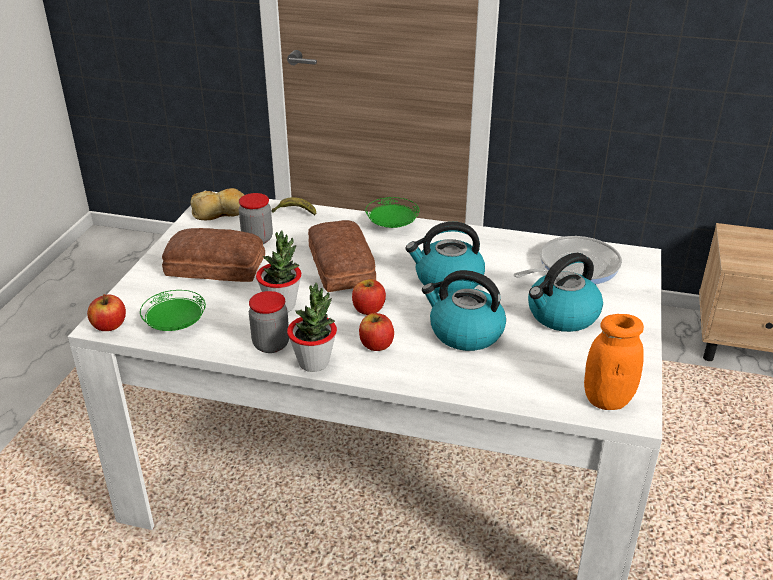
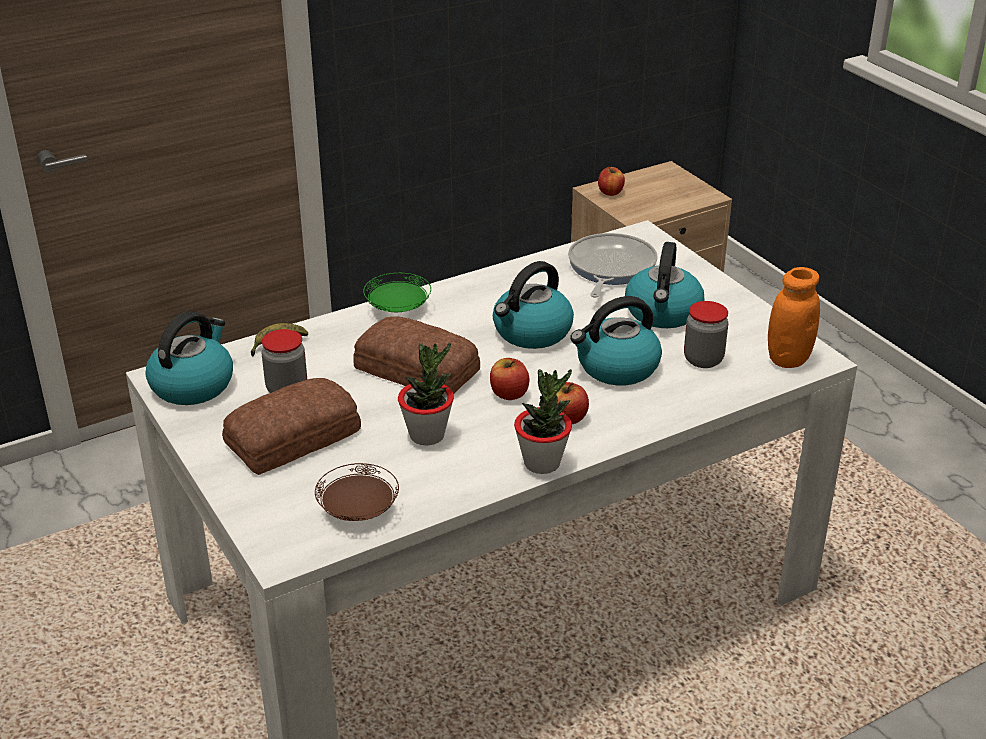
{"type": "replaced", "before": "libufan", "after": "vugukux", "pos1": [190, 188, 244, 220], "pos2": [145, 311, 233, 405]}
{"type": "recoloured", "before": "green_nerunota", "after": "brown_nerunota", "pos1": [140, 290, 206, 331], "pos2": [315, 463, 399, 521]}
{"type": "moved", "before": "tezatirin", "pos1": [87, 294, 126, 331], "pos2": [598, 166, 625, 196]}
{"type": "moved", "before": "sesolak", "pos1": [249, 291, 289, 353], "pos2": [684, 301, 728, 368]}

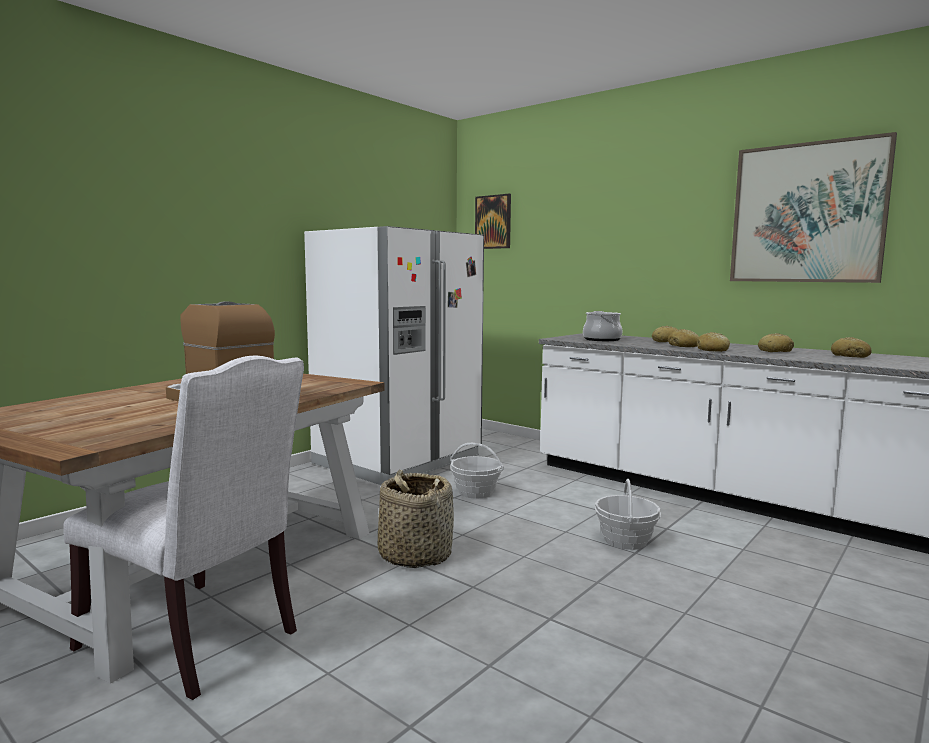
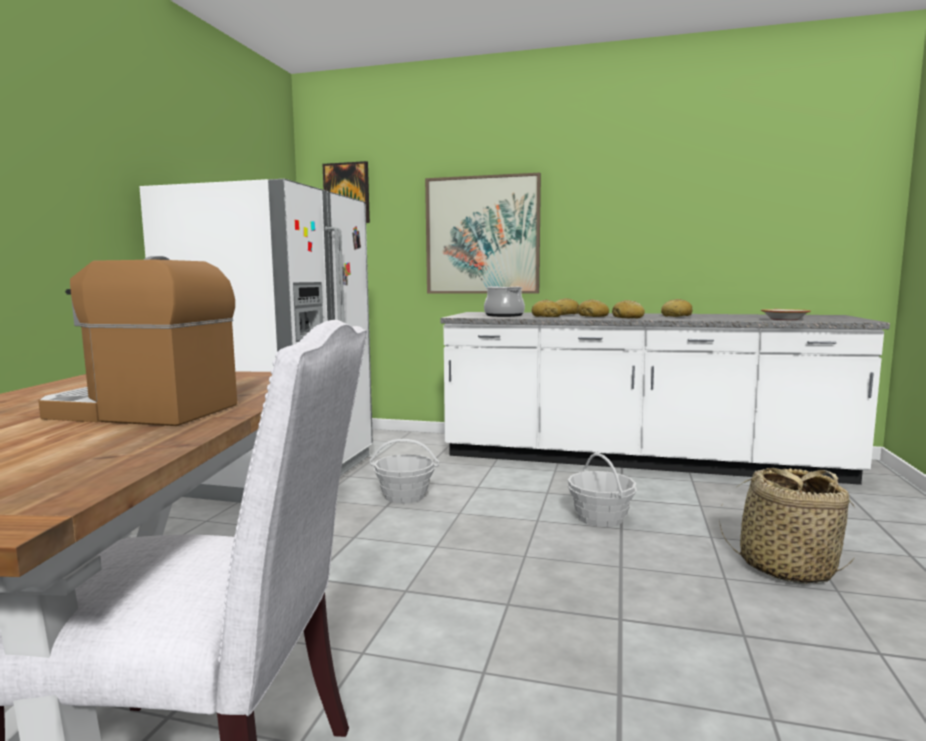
{"type": "moved", "before": "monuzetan", "pos1": [730, 132, 897, 283], "pos2": [425, 173, 541, 294]}
{"type": "moved", "before": "libufan", "pos1": [831, 337, 871, 358], "pos2": [532, 300, 562, 317]}
{"type": "moved", "before": "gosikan", "pos1": [378, 470, 454, 568], "pos2": [719, 468, 856, 584]}
{"type": "added", "after": "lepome", "pos2": [761, 309, 811, 320]}

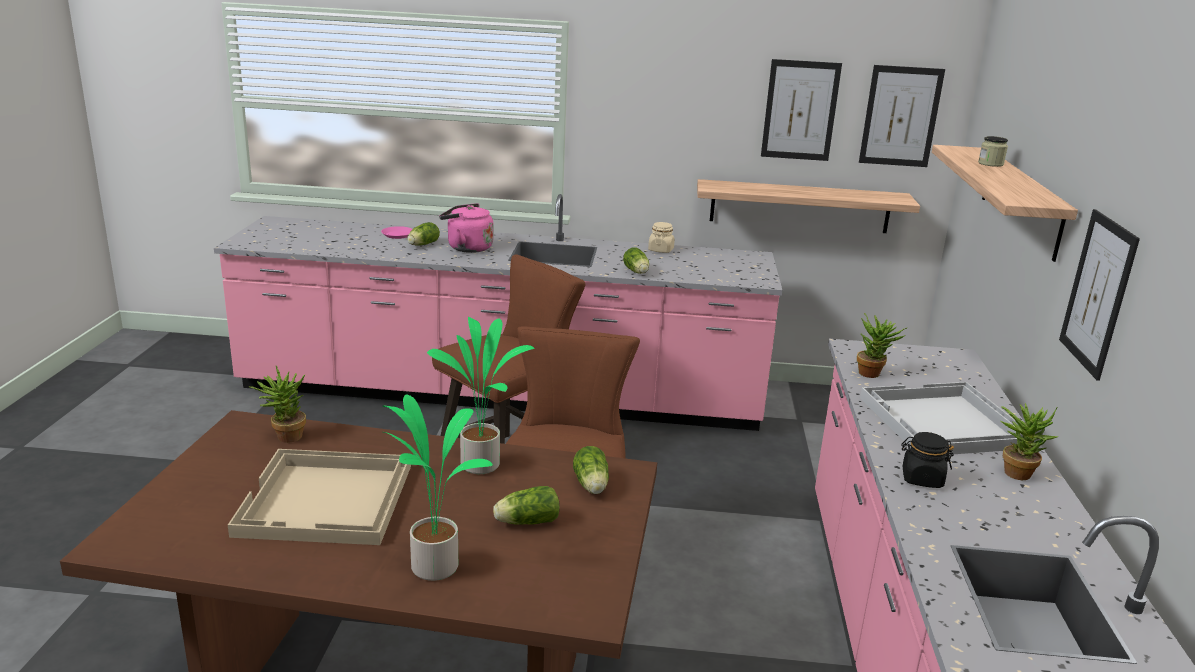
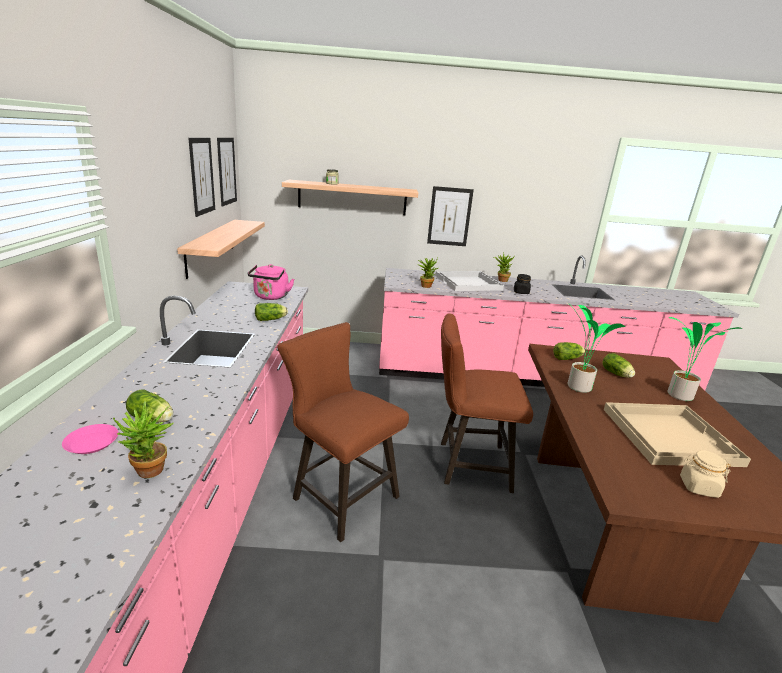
{"type": "moved", "before": "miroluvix", "pos1": [249, 366, 306, 443], "pos2": [113, 401, 174, 478]}
{"type": "moved", "before": "pink_vugukux", "pos1": [439, 203, 494, 253], "pos2": [248, 264, 294, 300]}
{"type": "moved", "before": "beige_sesolak", "pos1": [648, 222, 675, 253], "pos2": [680, 450, 731, 498]}

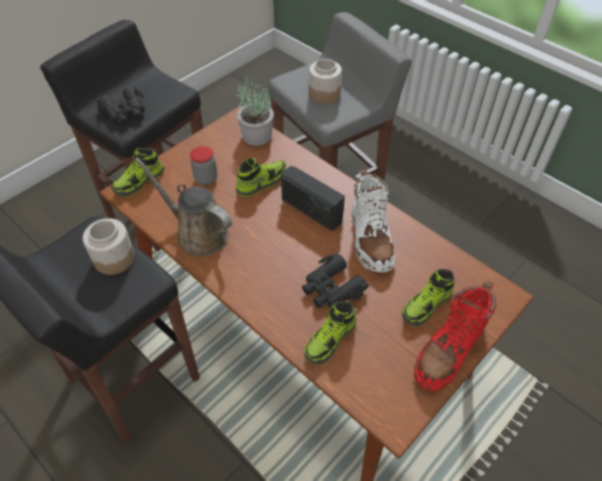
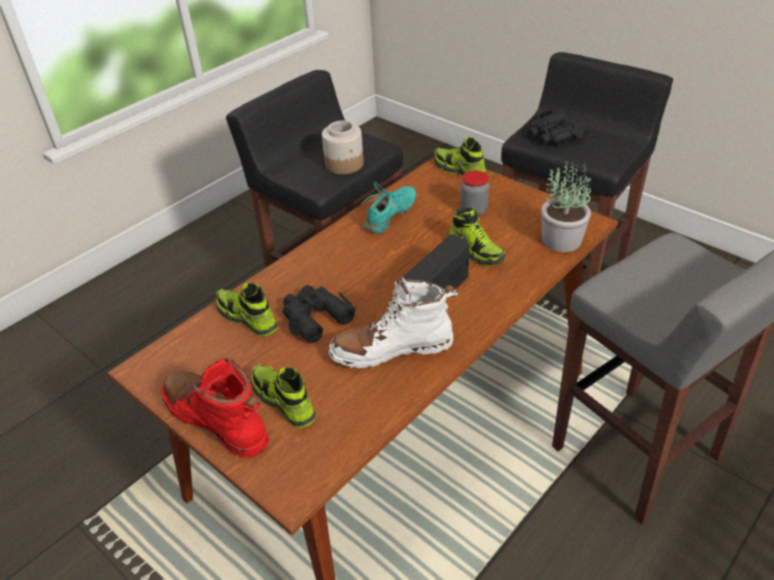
{"type": "replaced", "before": "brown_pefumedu", "after": "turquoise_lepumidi", "pos1": [135, 157, 232, 256], "pos2": [361, 182, 417, 234]}
{"type": "removed", "before": "sesolak", "pos1": [309, 59, 342, 104]}

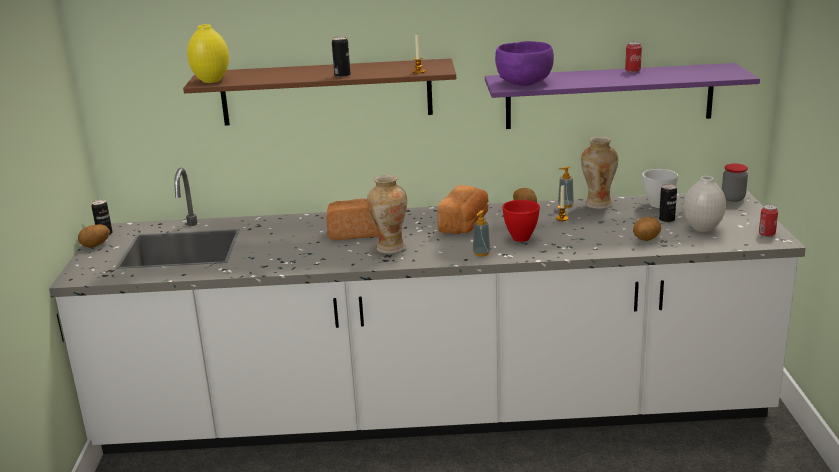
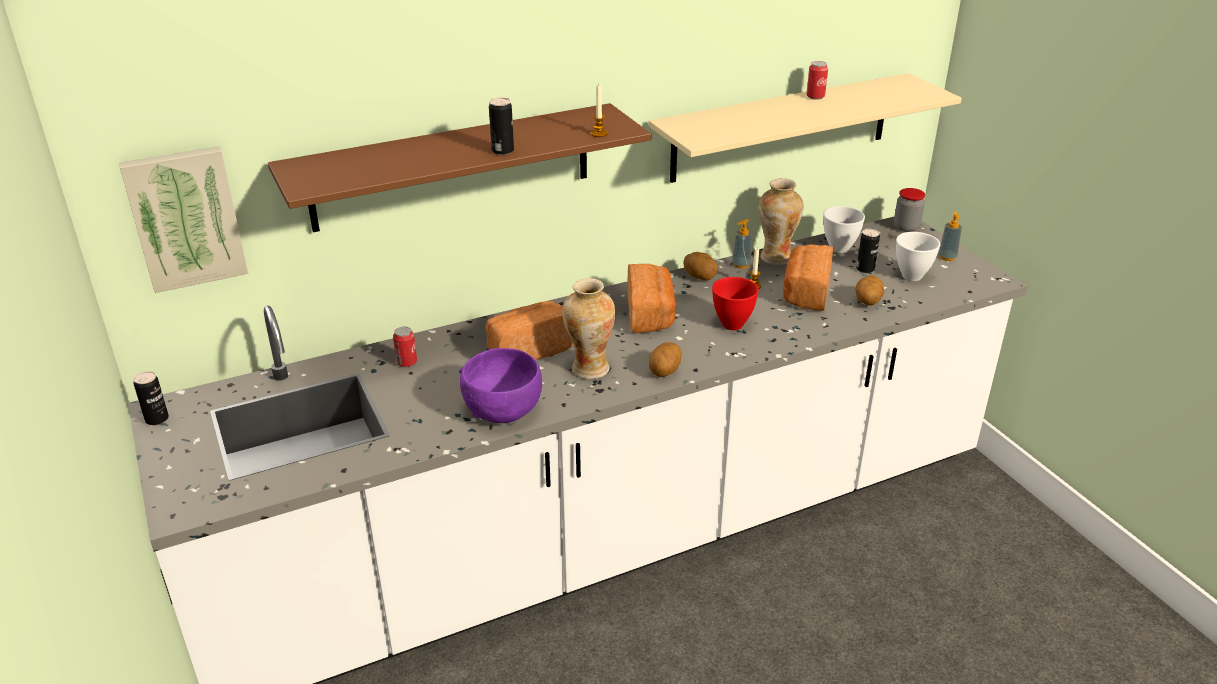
{"type": "added", "after": "monuzetan", "pos2": [119, 146, 248, 293]}
{"type": "moved", "before": "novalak", "pos1": [759, 204, 778, 237], "pos2": [393, 327, 417, 367]}
{"type": "moved", "before": "purple_lepome", "pos1": [495, 41, 554, 86], "pos2": [459, 348, 542, 423]}
{"type": "recoloured", "before": "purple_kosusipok", "after": "beige_kosusipok", "pos1": [485, 63, 760, 129], "pos2": [648, 73, 962, 183]}
{"type": "moved", "before": "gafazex", "pos1": [78, 224, 110, 248], "pos2": [649, 342, 682, 377]}
{"type": "added", "after": "libufan", "pos2": [783, 244, 833, 311]}
{"type": "replaced", "before": "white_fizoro", "after": "white_lepome", "pos1": [684, 176, 726, 232], "pos2": [896, 232, 940, 281]}
{"type": "moved", "before": "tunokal", "pos1": [473, 210, 490, 257], "pos2": [938, 212, 962, 261]}
{"type": "removed", "before": "yellow_fizoro", "pos1": [187, 24, 229, 83]}

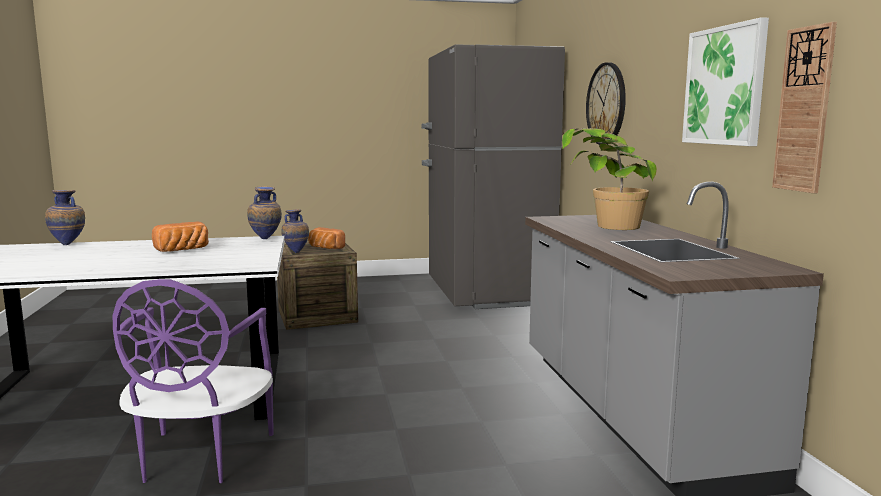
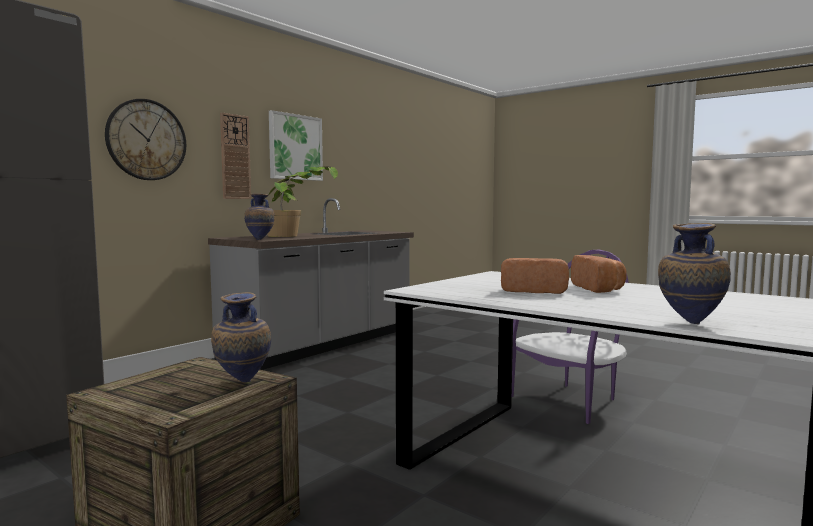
{"type": "moved", "before": "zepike", "pos1": [772, 22, 837, 193], "pos2": [220, 112, 251, 199]}
{"type": "moved", "before": "fizoro", "pos1": [247, 186, 282, 239], "pos2": [244, 193, 274, 240]}
{"type": "moved", "before": "libufan", "pos1": [308, 227, 345, 249], "pos2": [571, 255, 627, 293]}

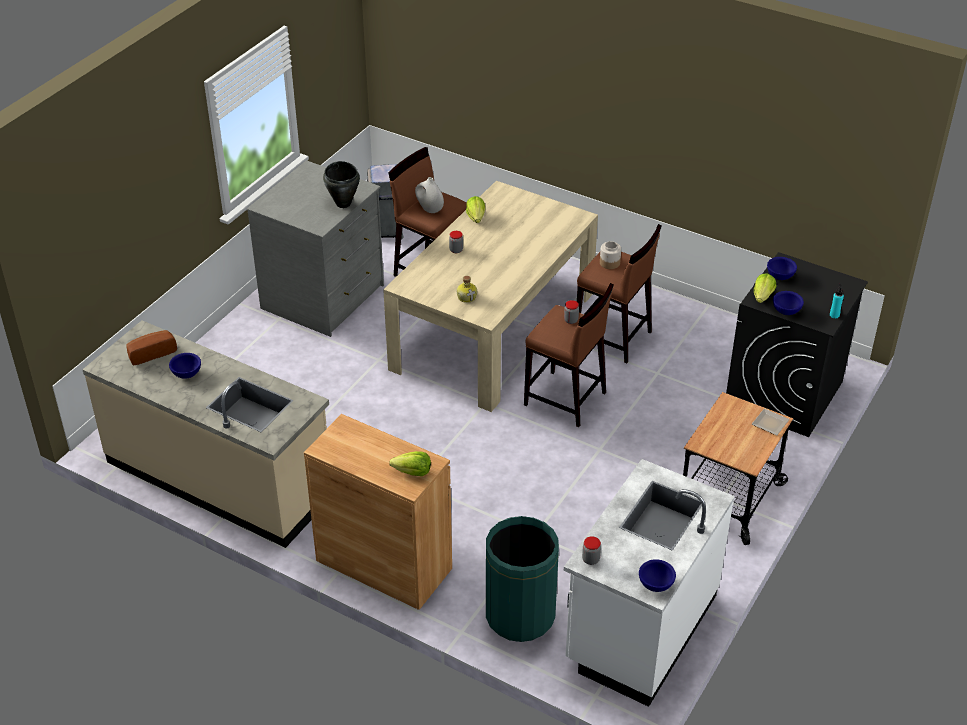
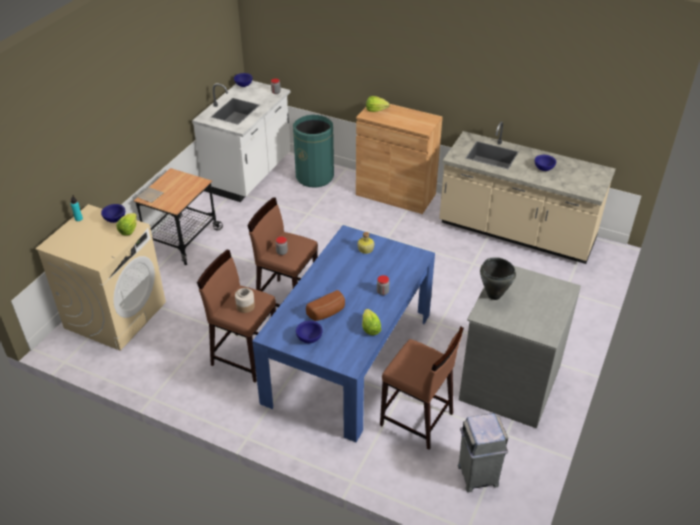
{"type": "recoloured", "before": "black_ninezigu", "after": "beige_ninezigu", "pos1": [726, 252, 868, 437], "pos2": [35, 204, 166, 351]}
{"type": "recoloured", "before": "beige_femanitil", "after": "blue_femanitil", "pos1": [383, 181, 598, 412], "pos2": [252, 225, 435, 442]}
{"type": "moved", "before": "blue_lepome", "pos1": [767, 257, 797, 280], "pos2": [296, 321, 323, 343]}
{"type": "moved", "before": "libufan", "pos1": [126, 330, 177, 365], "pos2": [306, 290, 345, 321]}
{"type": "removed", "before": "white_fizoro", "pos1": [415, 177, 444, 213]}

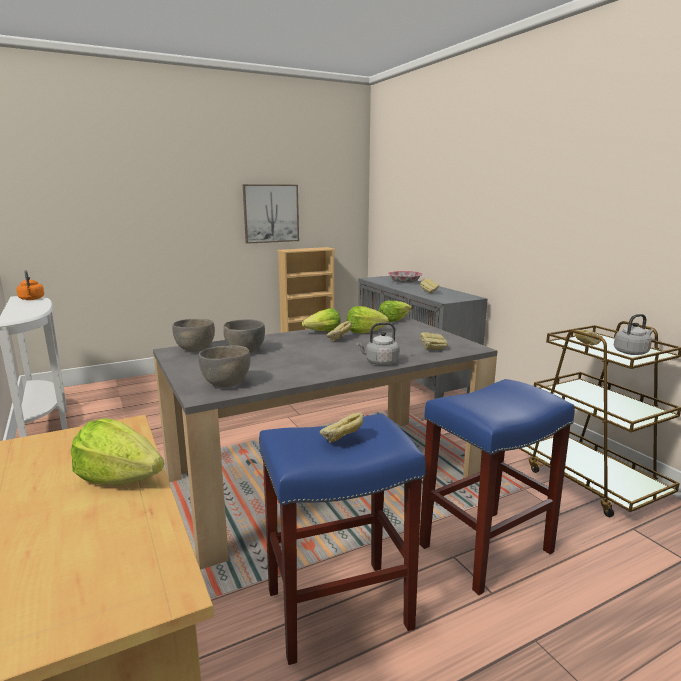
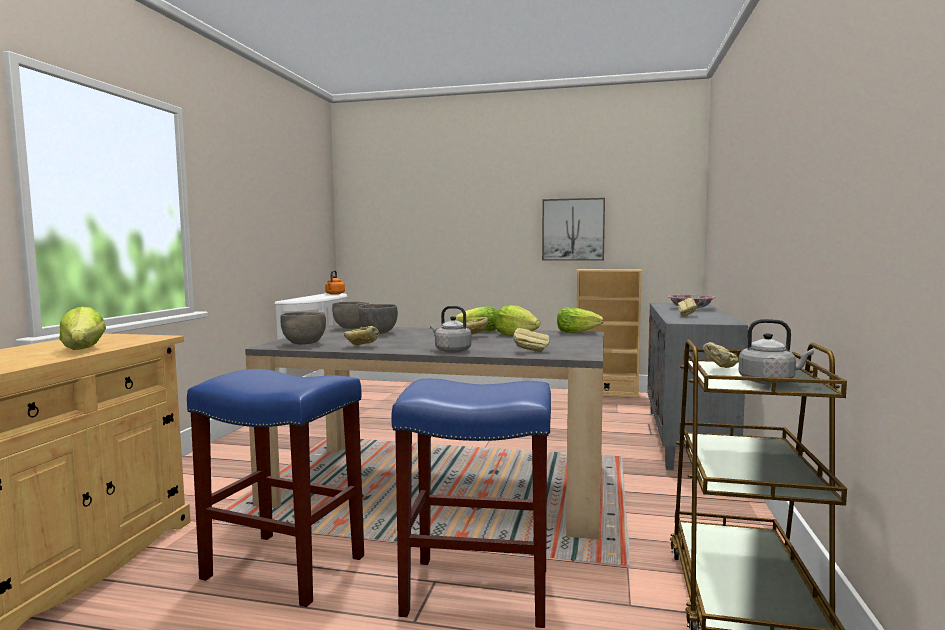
{"type": "moved", "before": "libufan", "pos1": [320, 412, 364, 443], "pos2": [344, 326, 379, 346]}

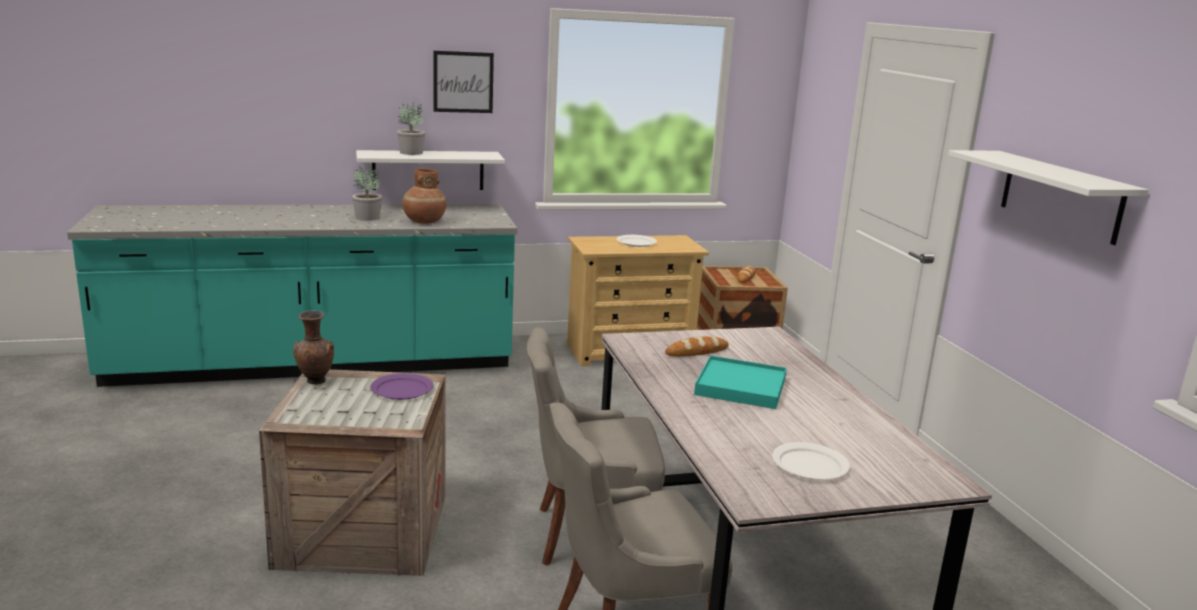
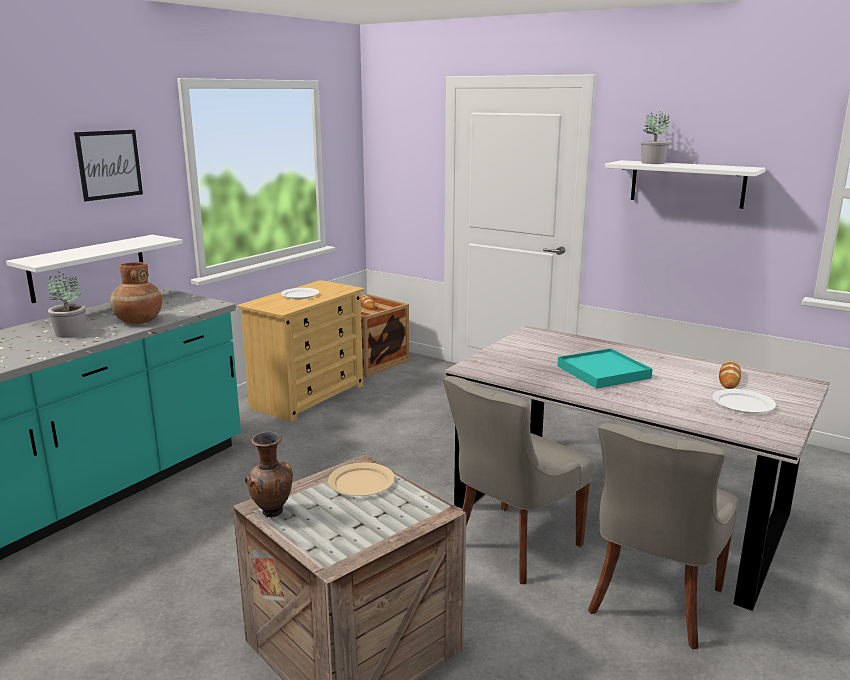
{"type": "recoloured", "before": "purple_nerunota", "after": "beige_nerunota", "pos1": [370, 373, 434, 400], "pos2": [328, 463, 395, 496]}
{"type": "moved", "before": "miroluvix", "pos1": [397, 103, 425, 155], "pos2": [641, 111, 670, 164]}
{"type": "moved", "before": "libufan", "pos1": [665, 336, 729, 356], "pos2": [719, 361, 741, 389]}

